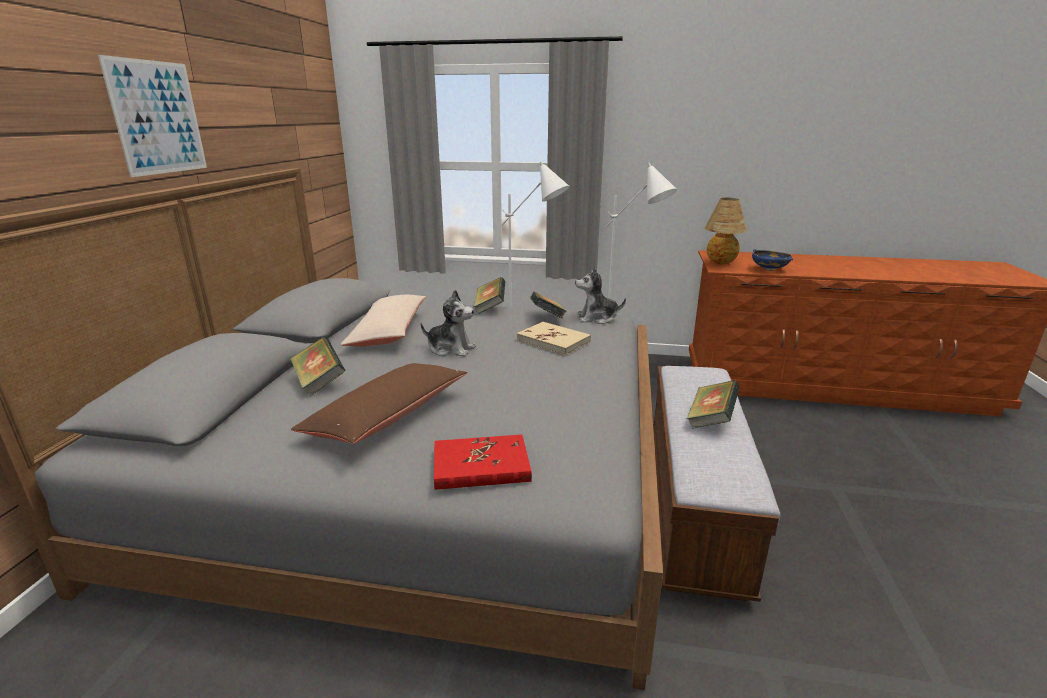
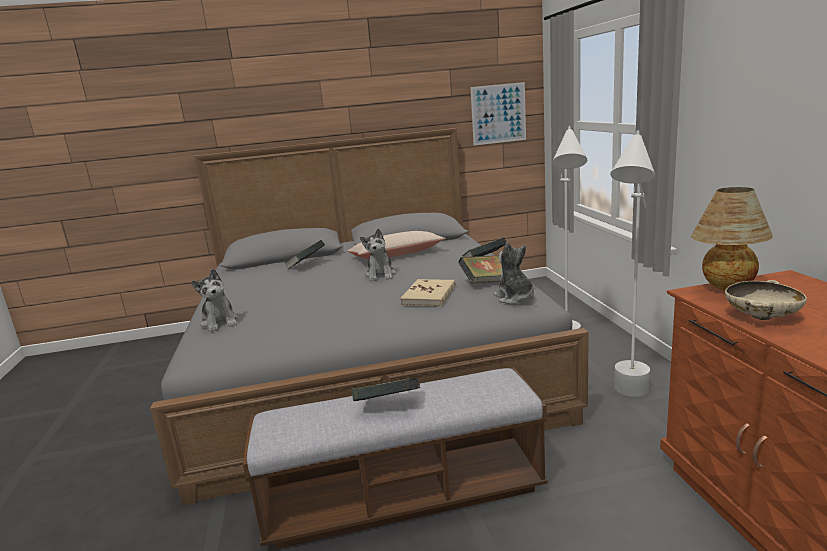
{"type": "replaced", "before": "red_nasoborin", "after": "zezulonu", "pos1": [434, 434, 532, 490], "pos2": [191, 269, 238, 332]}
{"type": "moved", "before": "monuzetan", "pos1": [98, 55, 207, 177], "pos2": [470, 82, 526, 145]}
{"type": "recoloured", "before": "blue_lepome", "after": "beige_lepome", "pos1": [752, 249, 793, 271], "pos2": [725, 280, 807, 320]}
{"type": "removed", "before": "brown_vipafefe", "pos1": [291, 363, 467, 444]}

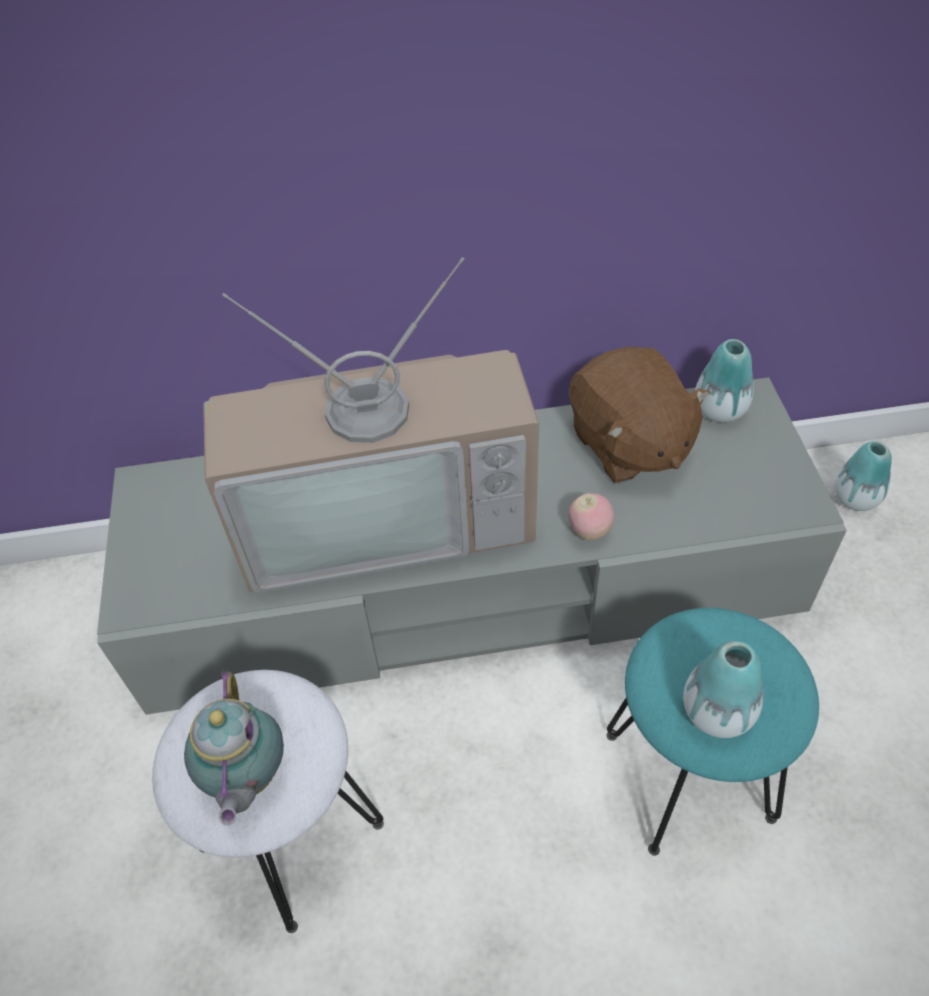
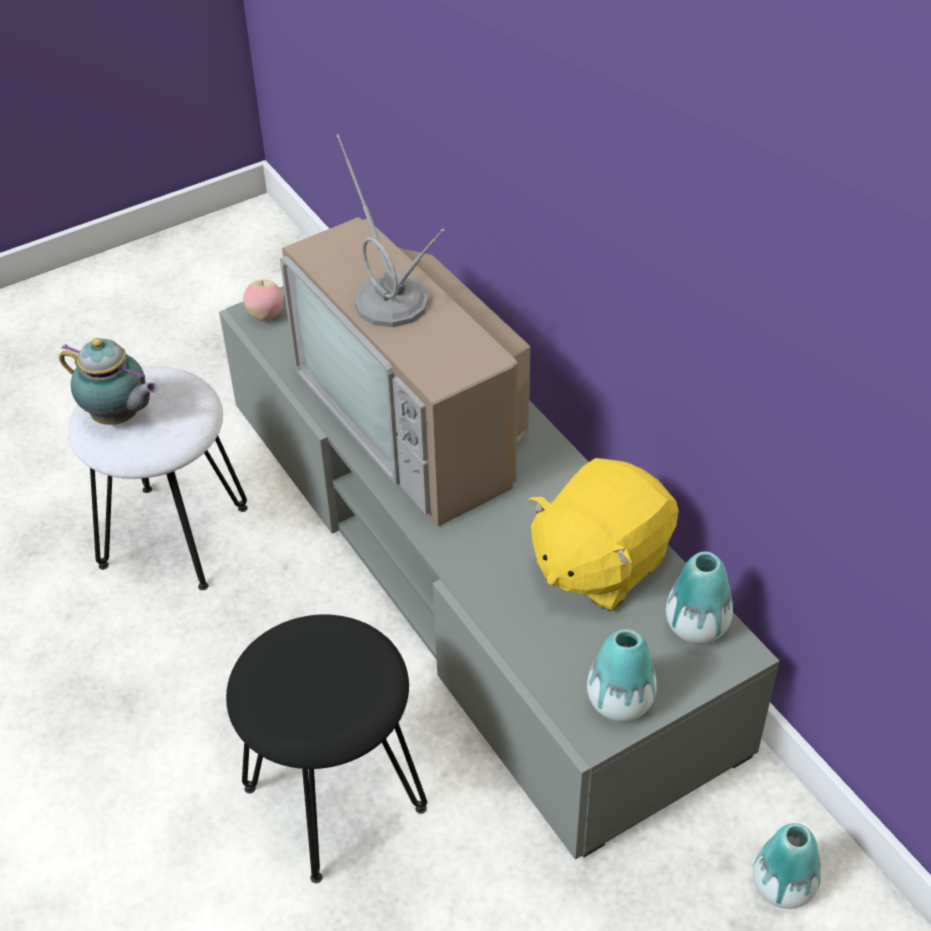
{"type": "turned", "before": "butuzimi", "pos1": [184, 671, 284, 825], "pos2": [59, 338, 158, 425], "turn": -120}
{"type": "recoloured", "before": "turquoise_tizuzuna", "after": "black_tizuzuna", "pos1": [607, 608, 819, 856], "pos2": [226, 615, 427, 883]}
{"type": "moved", "before": "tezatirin", "pos1": [568, 493, 615, 540], "pos2": [243, 280, 283, 321]}
{"type": "recoloured", "before": "brown_zezulonu", "after": "yellow_zezulonu", "pos1": [569, 347, 711, 483], "pos2": [529, 458, 678, 611]}
{"type": "moved", "before": "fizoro", "pos1": [683, 641, 763, 738], "pos2": [587, 629, 657, 721]}

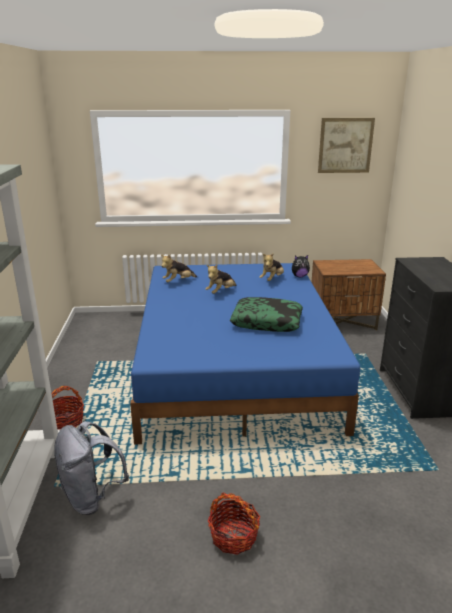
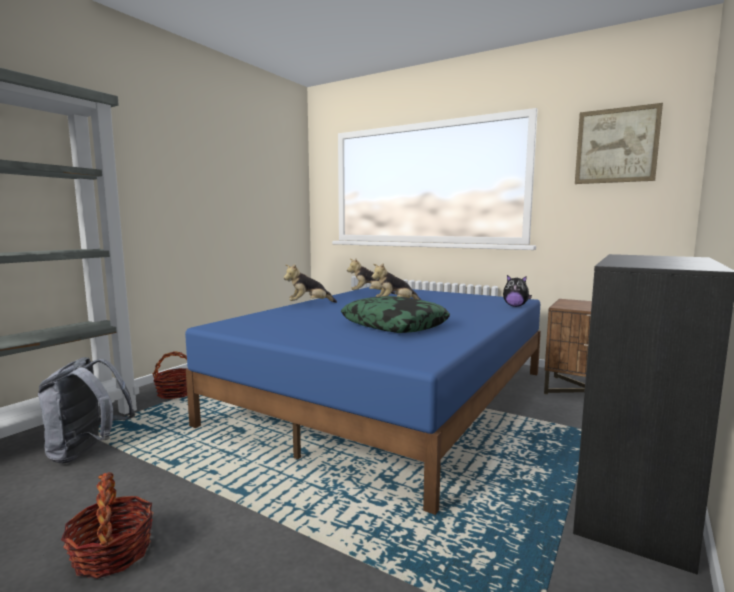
{"type": "moved", "before": "zezulonu", "pos1": [259, 253, 284, 281], "pos2": [284, 264, 337, 303]}

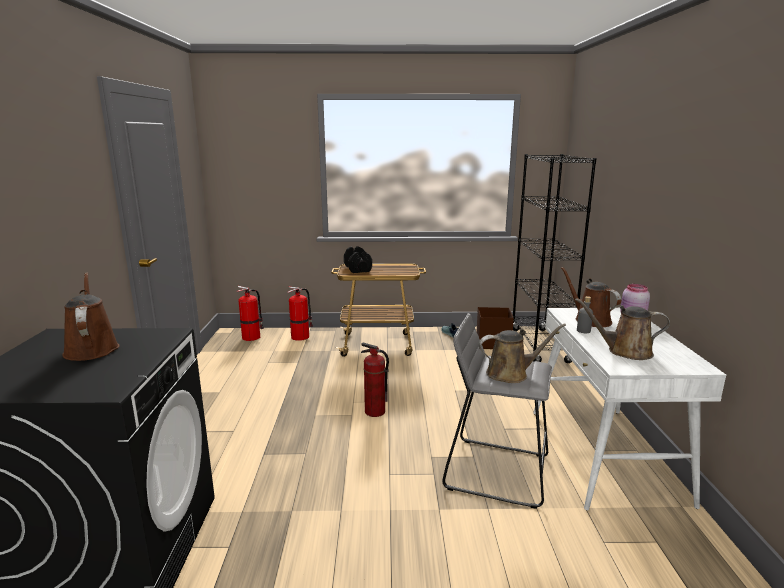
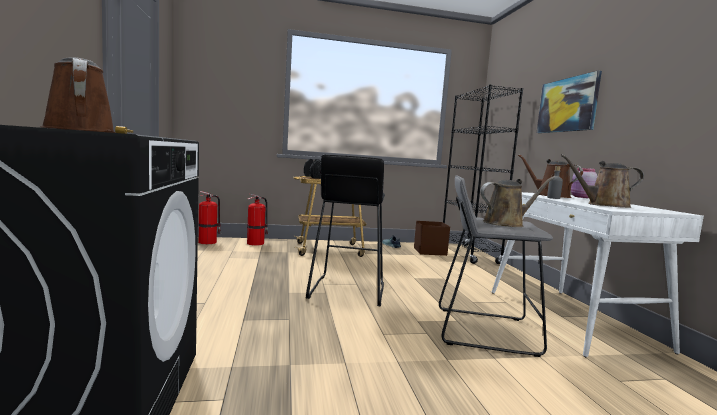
{"type": "replaced", "before": "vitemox", "after": "black_tizuzuna", "pos1": [361, 343, 389, 417], "pos2": [306, 155, 385, 307]}
{"type": "added", "after": "monuzetan", "pos2": [537, 70, 602, 133]}

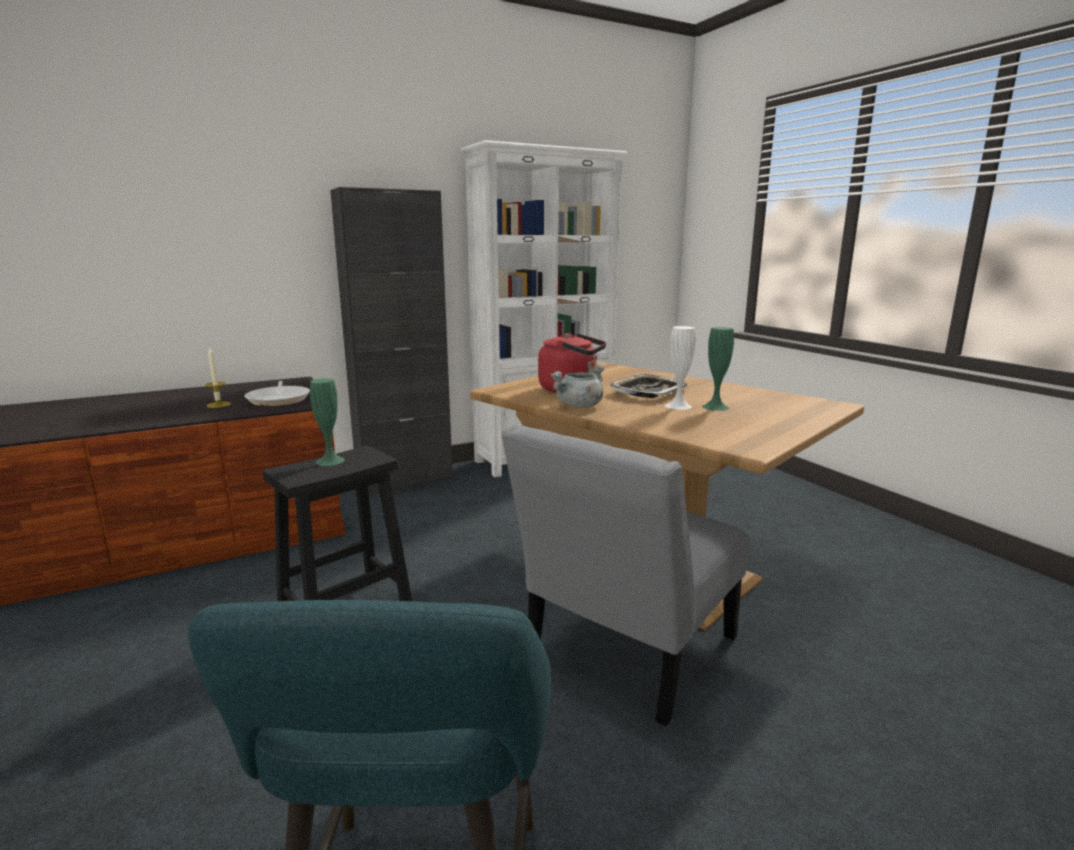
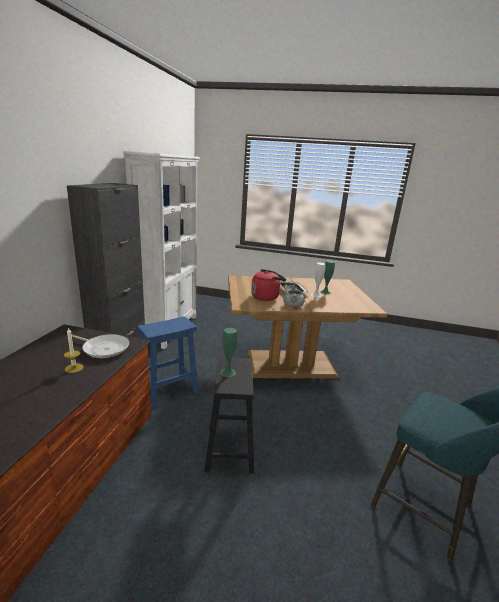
{"type": "added", "after": "blue_tizuzuna", "pos2": [137, 316, 199, 408]}
{"type": "removed", "before": "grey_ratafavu", "pos1": [501, 424, 749, 727]}

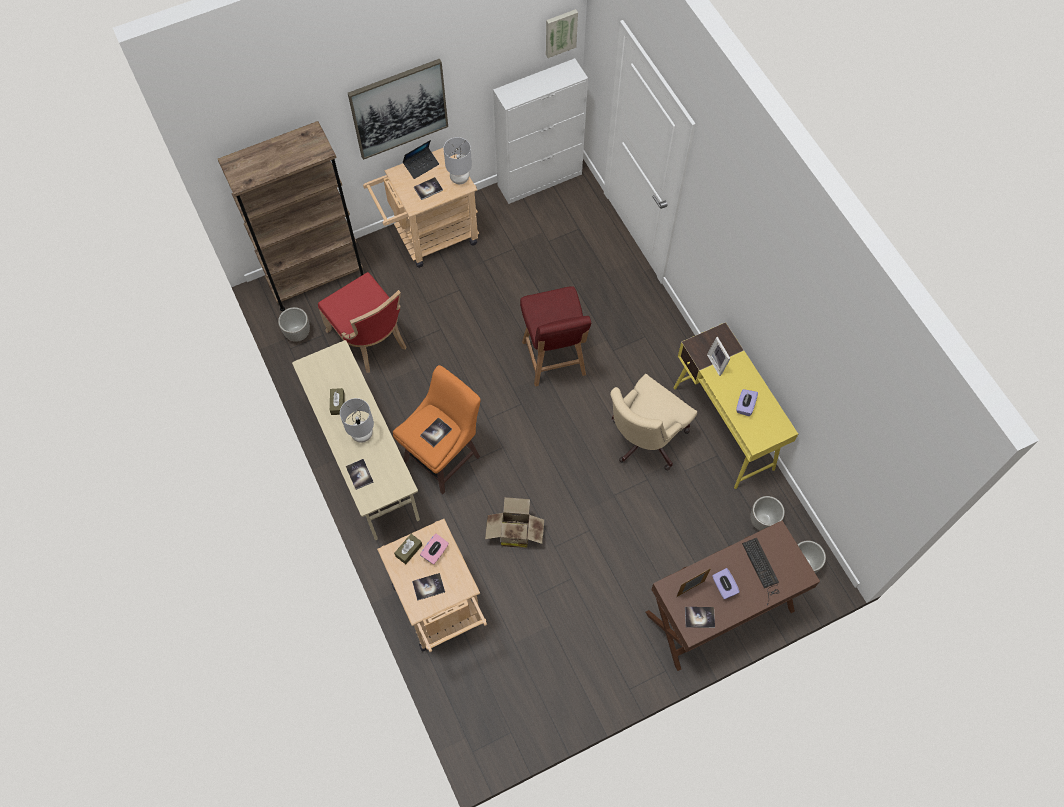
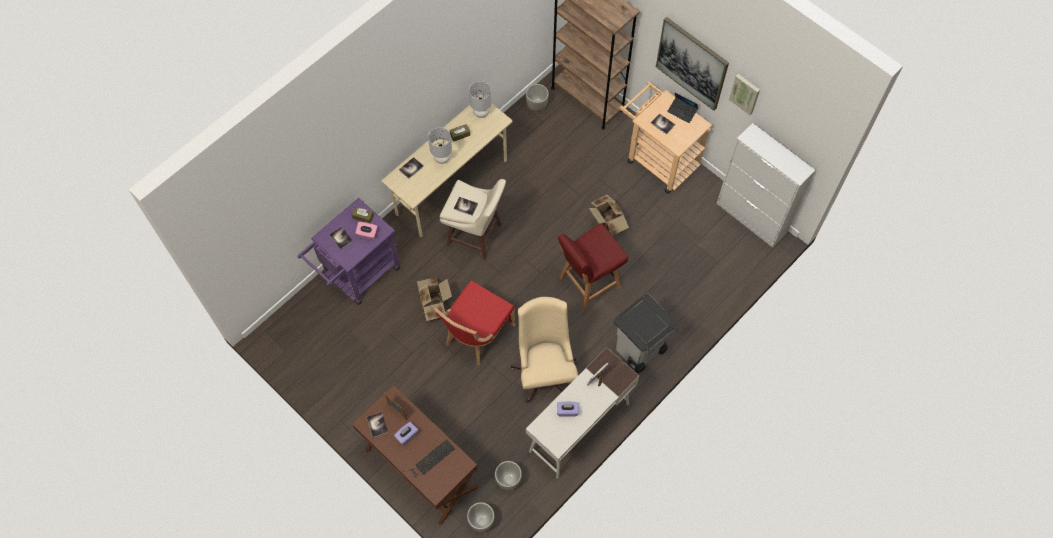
{"type": "recoloured", "before": "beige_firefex", "after": "purple_firefex", "pos1": [377, 519, 487, 652], "pos2": [297, 198, 400, 305]}
{"type": "moved", "before": "red_ratafavu", "pos1": [318, 272, 406, 373], "pos2": [434, 280, 516, 365]}
{"type": "recoloured", "before": "orange_tizuzuna", "after": "beige_tizuzuna", "pos1": [393, 365, 481, 494], "pos2": [440, 179, 506, 259]}
{"type": "moved", "before": "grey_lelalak", "pos1": [443, 137, 472, 184], "pos2": [469, 81, 492, 118]}
{"type": "turned", "before": "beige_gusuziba", "pos1": [610, 374, 697, 470], "pos2": [511, 297, 578, 403], "turn": 60}
{"type": "recoloured", "before": "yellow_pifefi", "after": "white_pifefi", "pos1": [674, 322, 798, 489], "pos2": [526, 347, 639, 478]}
{"type": "added", "after": "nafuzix", "pos2": [589, 195, 629, 236]}
{"type": "added", "after": "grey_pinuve", "pos2": [613, 293, 679, 373]}
{"type": "moved", "before": "monuzetan", "pos1": [546, 9, 578, 58], "pos2": [729, 74, 760, 115]}

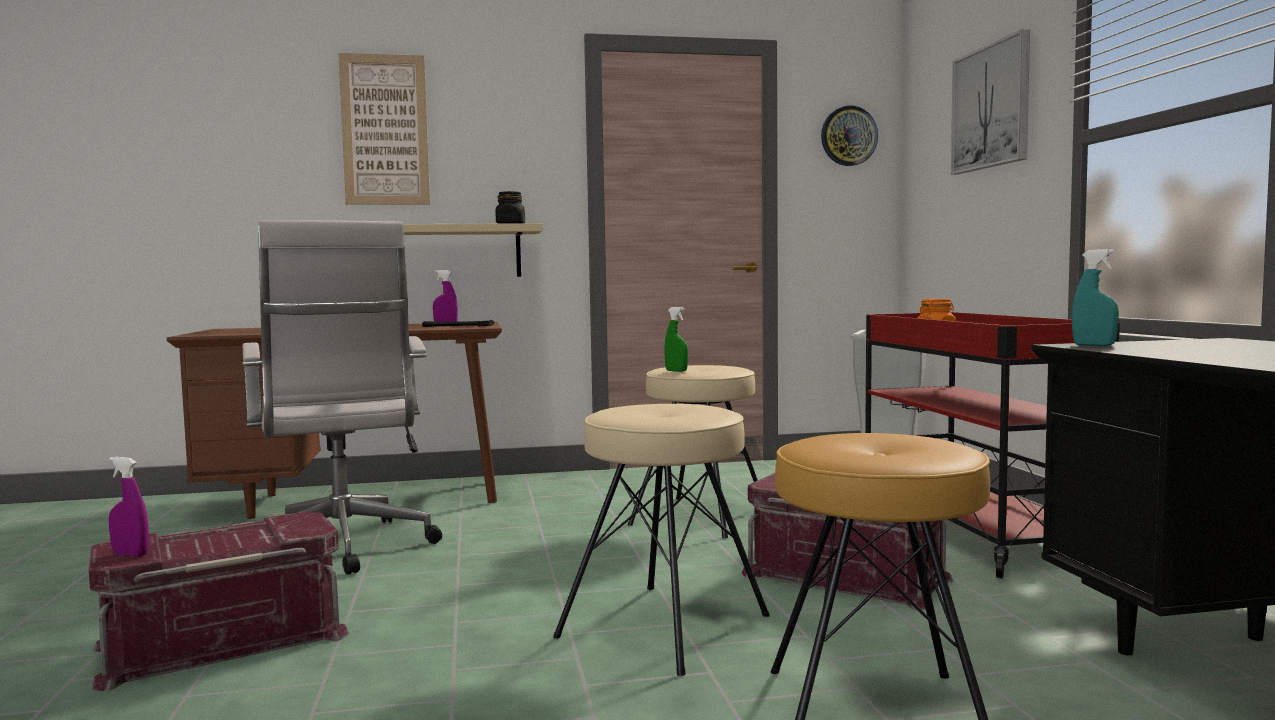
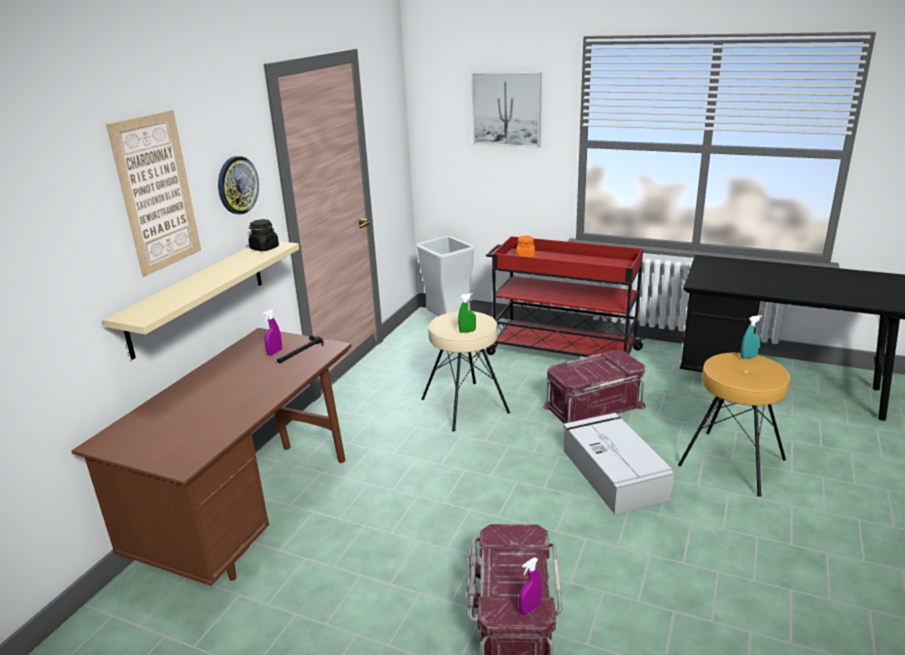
{"type": "moved", "before": "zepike", "pos1": [821, 106, 878, 166], "pos2": [218, 156, 259, 214]}
{"type": "replaced", "before": "beige_tizuzuna", "after": "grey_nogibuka", "pos1": [553, 404, 770, 676], "pos2": [563, 413, 674, 514]}
{"type": "moved", "before": "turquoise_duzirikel", "pos1": [1072, 249, 1119, 346], "pos2": [741, 315, 763, 359]}
{"type": "removed", "before": "white_gusuziba", "pos1": [243, 220, 442, 575]}

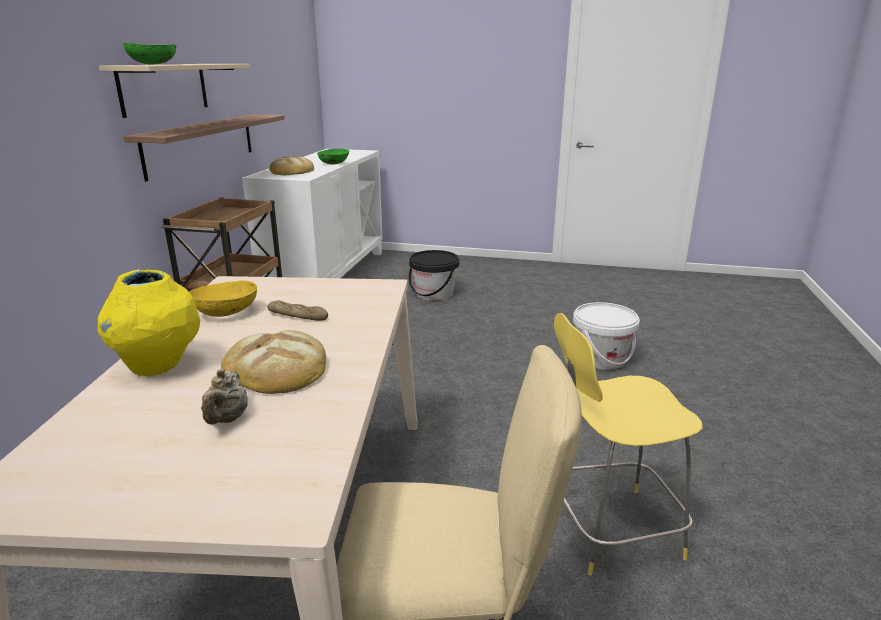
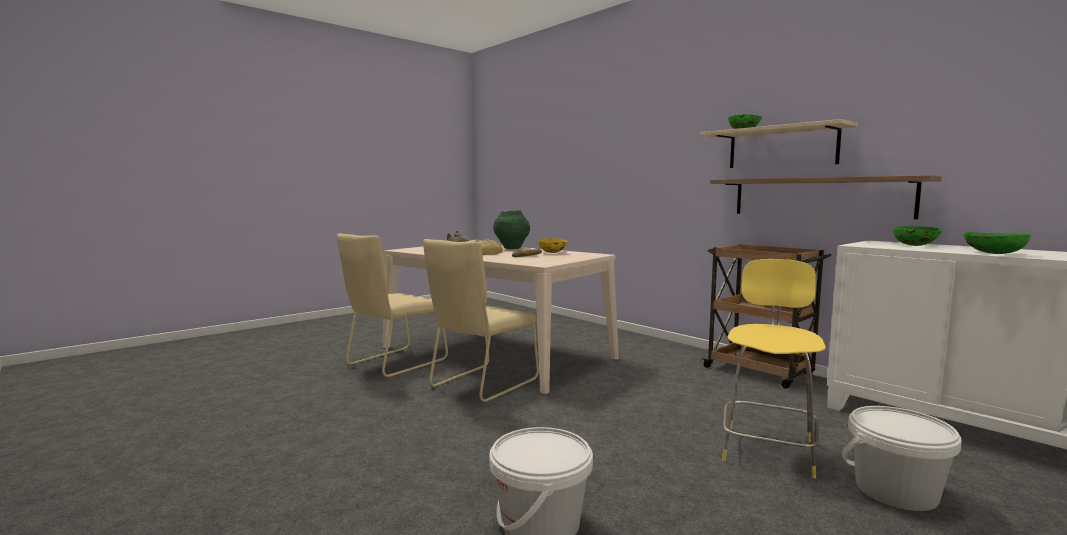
{"type": "added", "after": "beige_ratafavu", "pos2": [423, 239, 539, 402]}
{"type": "recoloured", "before": "yellow_fizoro", "after": "green_fizoro", "pos1": [98, 270, 200, 376], "pos2": [493, 210, 530, 249]}
{"type": "moved", "before": "yellow_tizuzuna", "pos1": [554, 313, 703, 576], "pos2": [722, 259, 826, 478]}
{"type": "recoloured", "before": "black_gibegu", "after": "white_gibegu", "pos1": [409, 250, 459, 300], "pos2": [842, 406, 962, 511]}
{"type": "replaced", "before": "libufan", "after": "green_lepome", "pos1": [269, 156, 314, 175], "pos2": [893, 226, 943, 246]}

